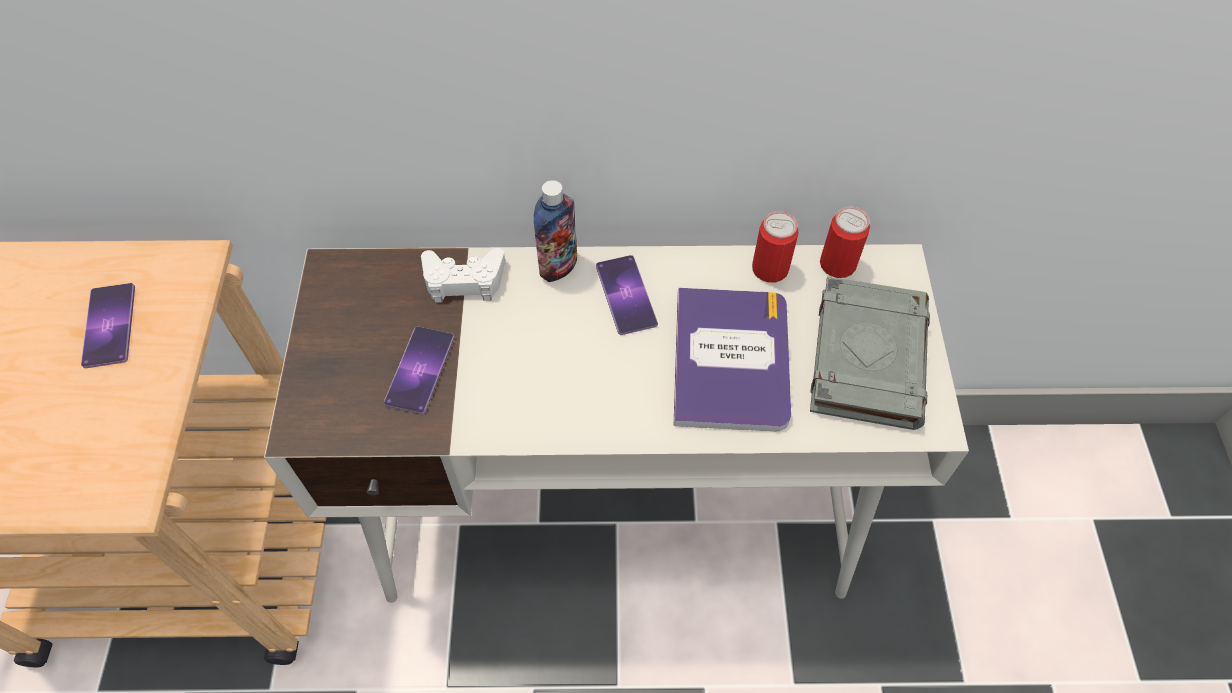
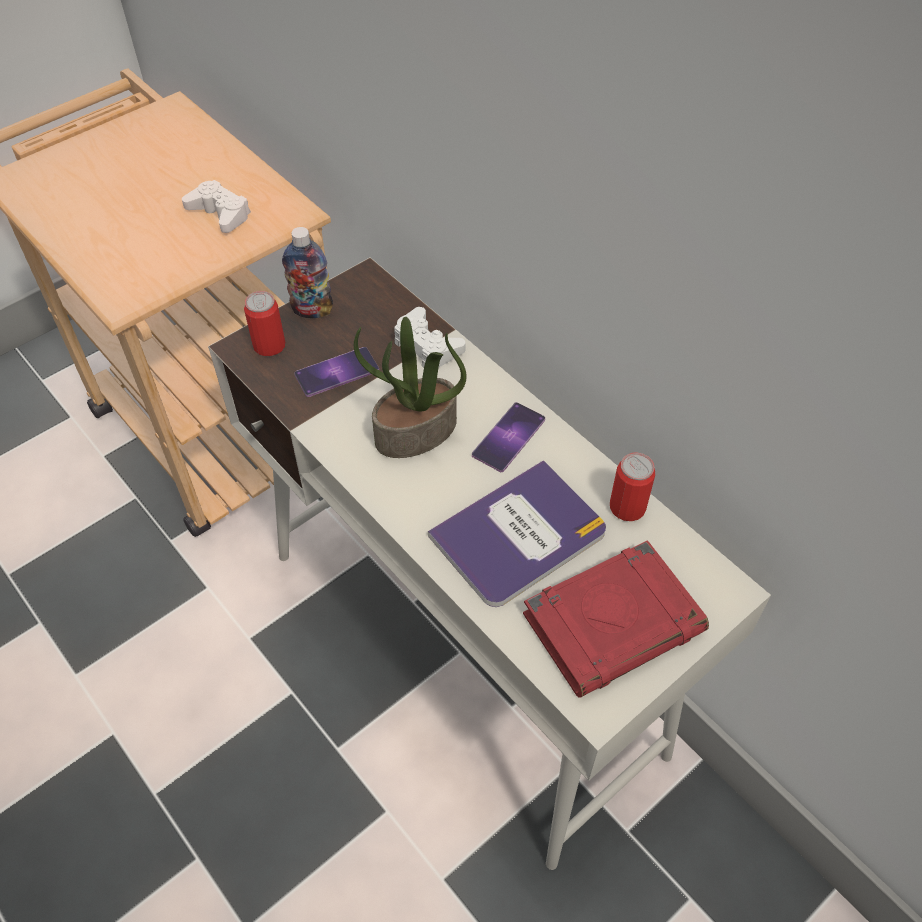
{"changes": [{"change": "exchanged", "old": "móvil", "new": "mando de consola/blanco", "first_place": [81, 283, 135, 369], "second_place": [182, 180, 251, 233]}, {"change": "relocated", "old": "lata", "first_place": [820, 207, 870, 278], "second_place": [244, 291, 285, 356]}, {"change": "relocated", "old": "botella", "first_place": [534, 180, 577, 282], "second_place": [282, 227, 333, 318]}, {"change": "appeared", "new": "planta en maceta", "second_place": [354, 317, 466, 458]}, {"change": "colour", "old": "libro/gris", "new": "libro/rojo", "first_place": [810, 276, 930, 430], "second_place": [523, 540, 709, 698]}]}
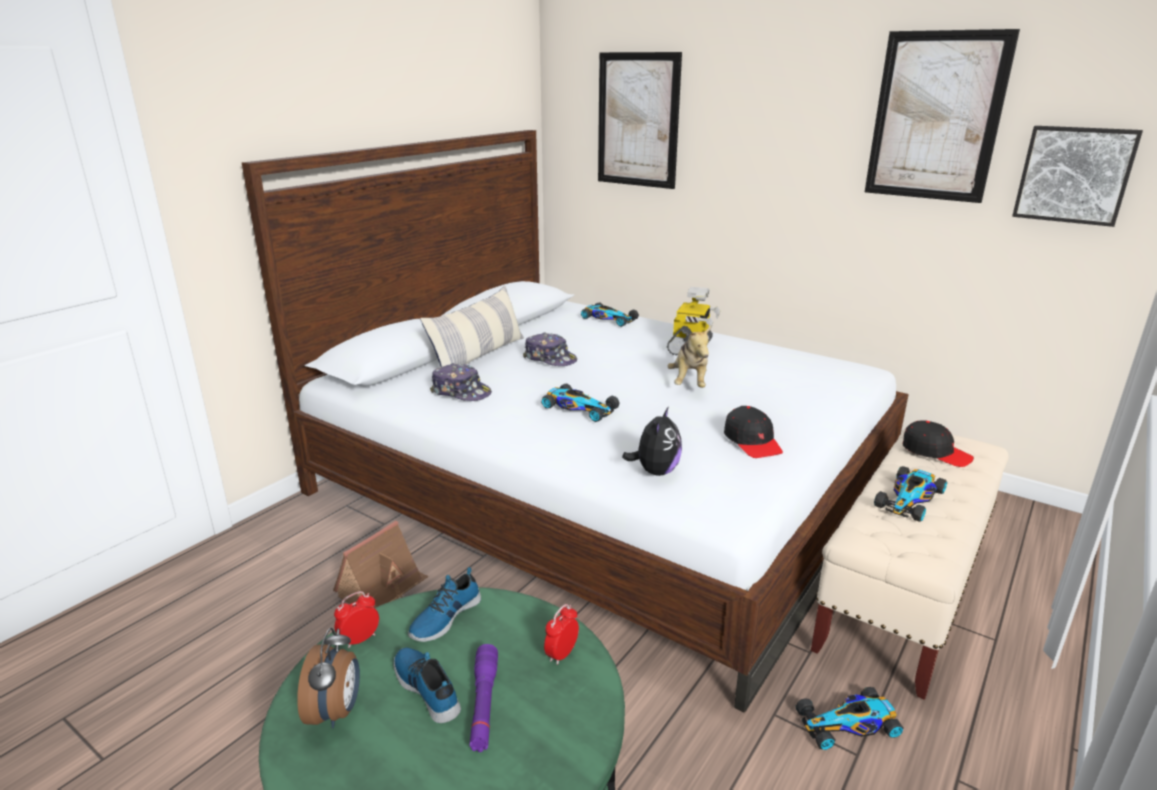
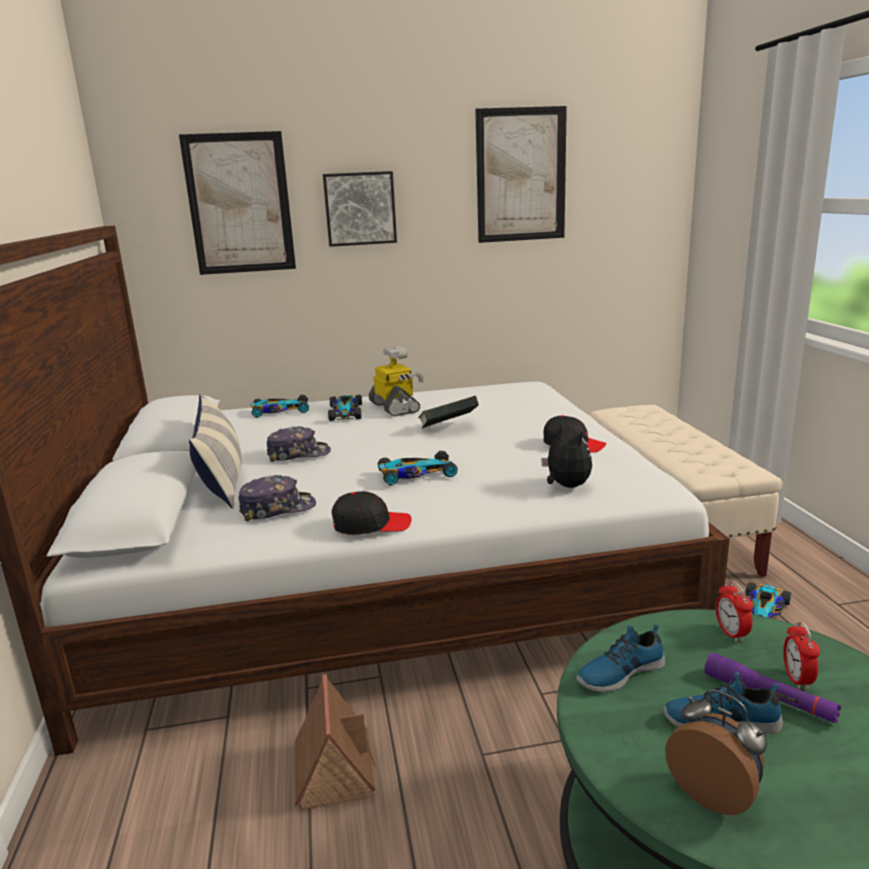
{"changes": [{"change": "relocated", "old": "cuadro", "first_place": [1012, 126, 1143, 227], "second_place": [323, 171, 397, 247]}, {"change": "relocated", "old": "coche de juguete", "first_place": [874, 466, 947, 522], "second_place": [328, 395, 362, 421]}, {"change": "relocated", "old": "gorra/negro", "first_place": [903, 420, 974, 467], "second_place": [332, 491, 412, 535]}, {"change": "exchanged", "old": "peluche", "new": "libro", "first_place": [668, 326, 711, 388], "second_place": [418, 396, 479, 428]}, {"change": "spun", "old": "zapato", "first_place": [408, 567, 481, 642], "second_place": [577, 624, 665, 692], "degrees": 75}, {"change": "relocated", "old": "despertador", "first_place": [334, 591, 379, 648], "second_place": [783, 621, 820, 690]}]}
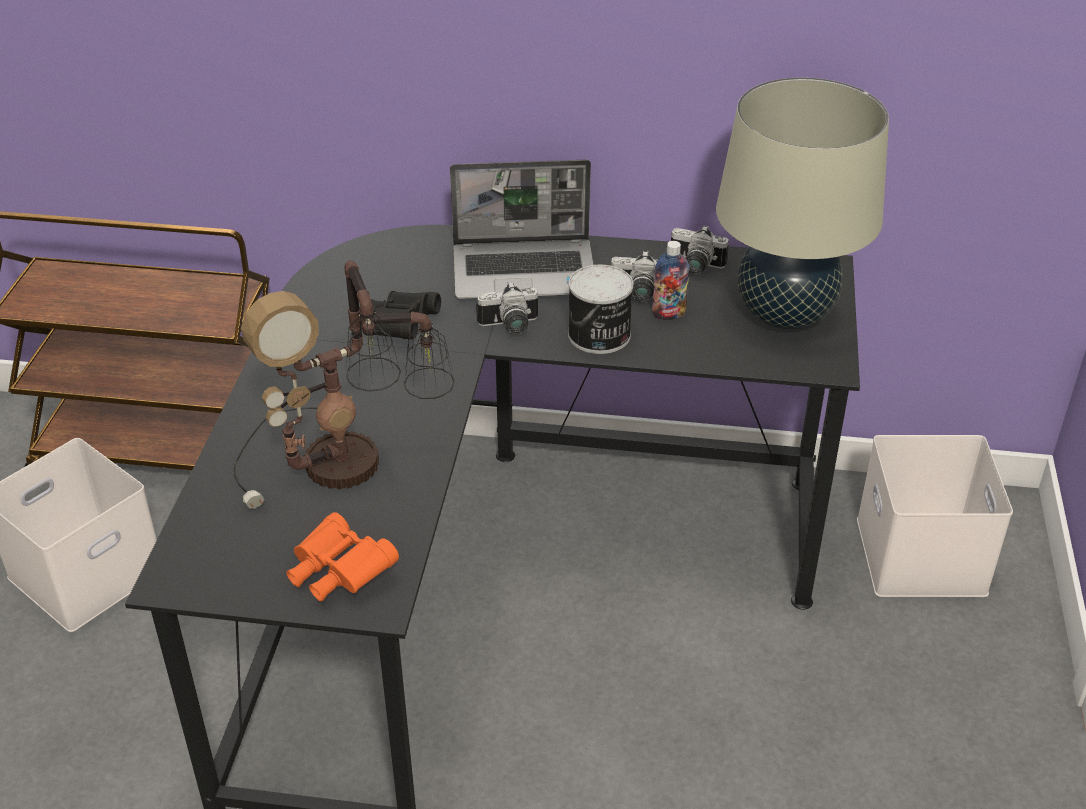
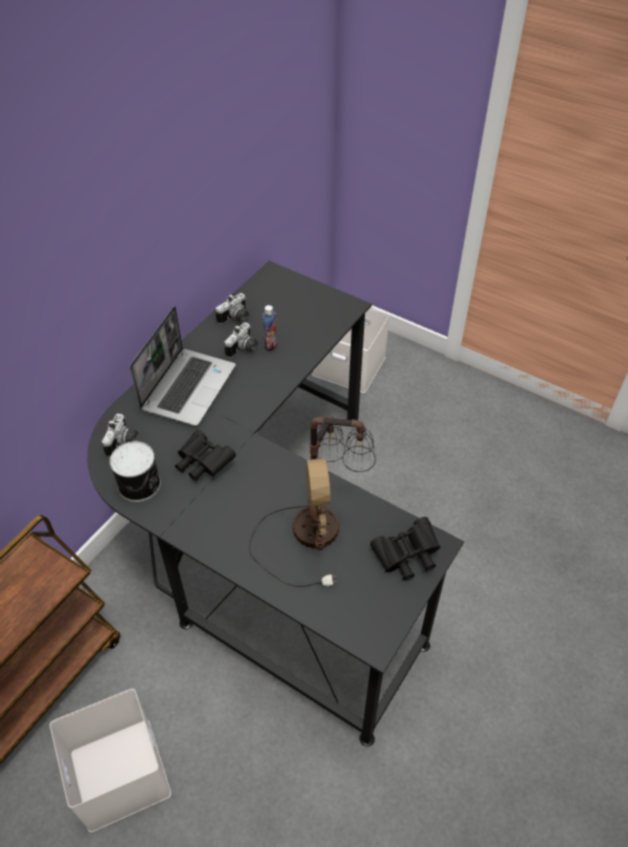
{"changes": [{"change": "relocated", "old": "cámara", "first_place": [476, 282, 538, 335], "second_place": [102, 414, 138, 457]}, {"change": "relocated", "old": "lata", "first_place": [568, 265, 633, 354], "second_place": [110, 441, 161, 502]}, {"change": "colour", "old": "prismáticos/naranja", "new": "prismáticos/negro", "first_place": [286, 512, 399, 602], "second_place": [370, 517, 440, 581]}, {"change": "missing", "old": "lámpara de mesa/beis", "first_place": [716, 78, 889, 329]}]}
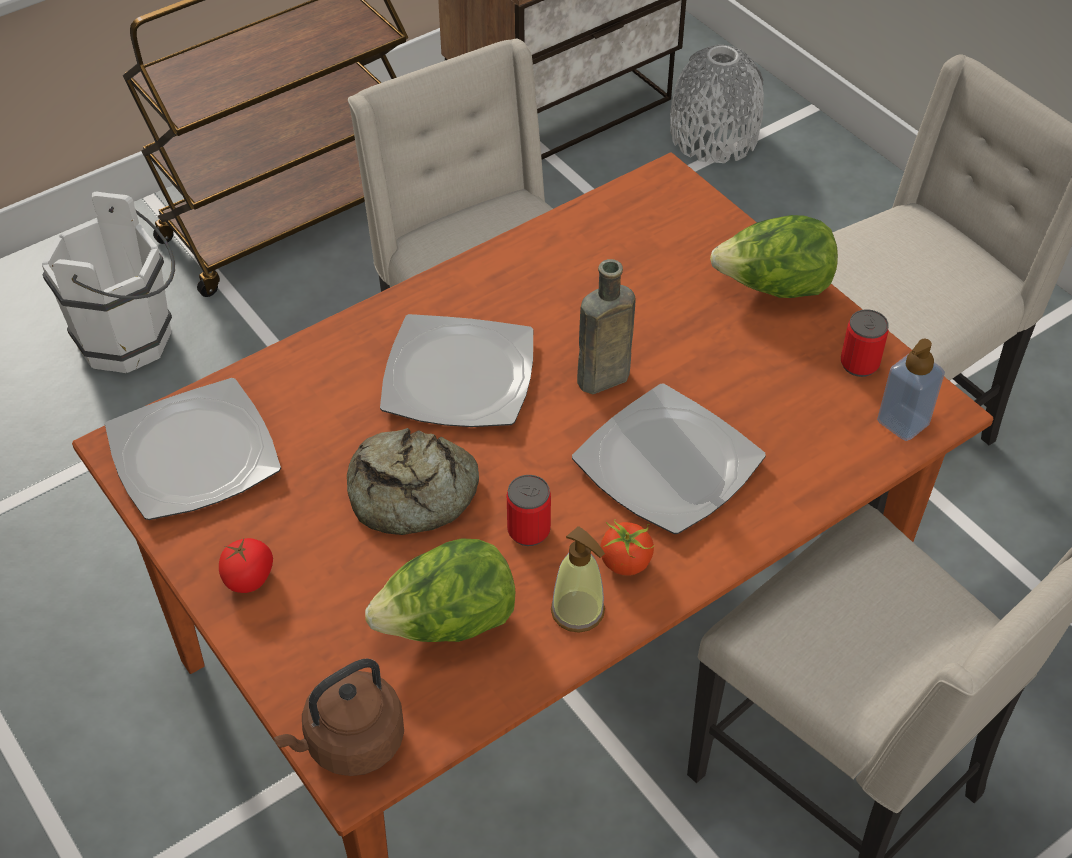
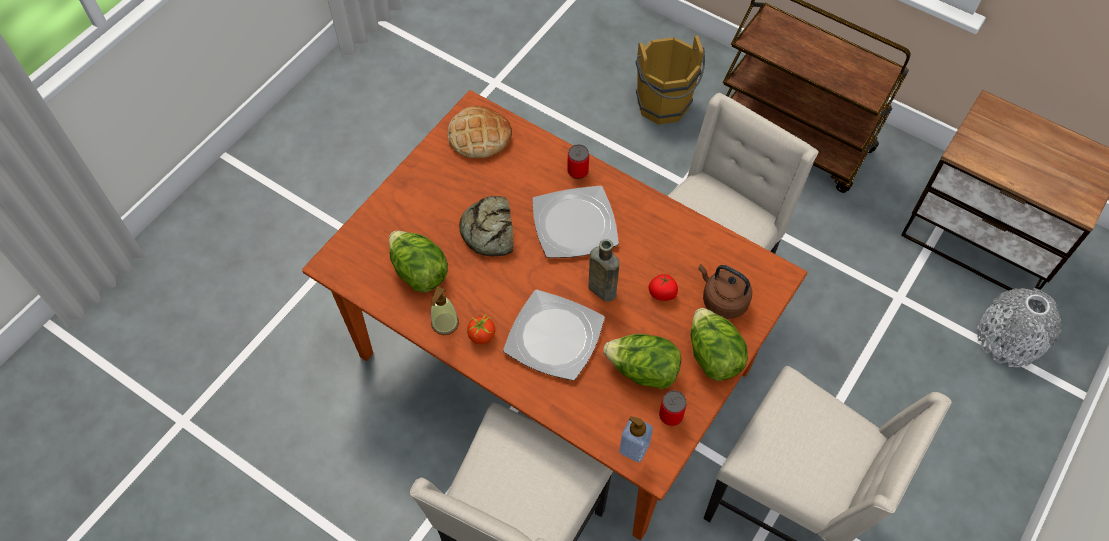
{"changes": [{"change": "exchanged", "old": "plato", "new": "pan", "first_place": [105, 378, 281, 520], "second_place": [448, 106, 512, 158]}, {"change": "relocated", "old": "lata", "first_place": [507, 475, 551, 546], "second_place": [567, 144, 589, 179]}, {"change": "appeared", "new": "lechuga", "second_place": [603, 334, 681, 389]}, {"change": "colour", "old": "cubo/blanco", "new": "cubo/marrón", "first_place": [42, 191, 175, 373], "second_place": [636, 35, 705, 125]}, {"change": "relocated", "old": "tomate", "first_place": [219, 538, 273, 593], "second_place": [648, 273, 678, 301]}, {"change": "relocated", "old": "hervidor/marrón", "first_place": [273, 658, 404, 776], "second_place": [698, 264, 752, 319]}]}
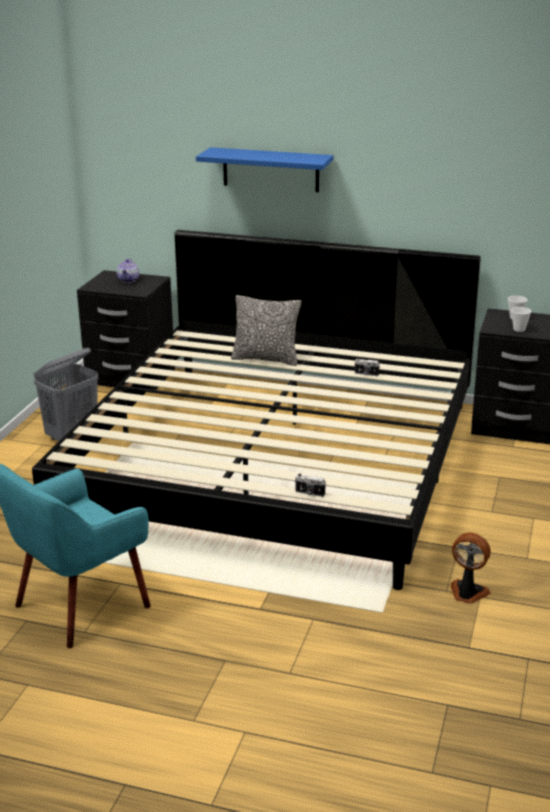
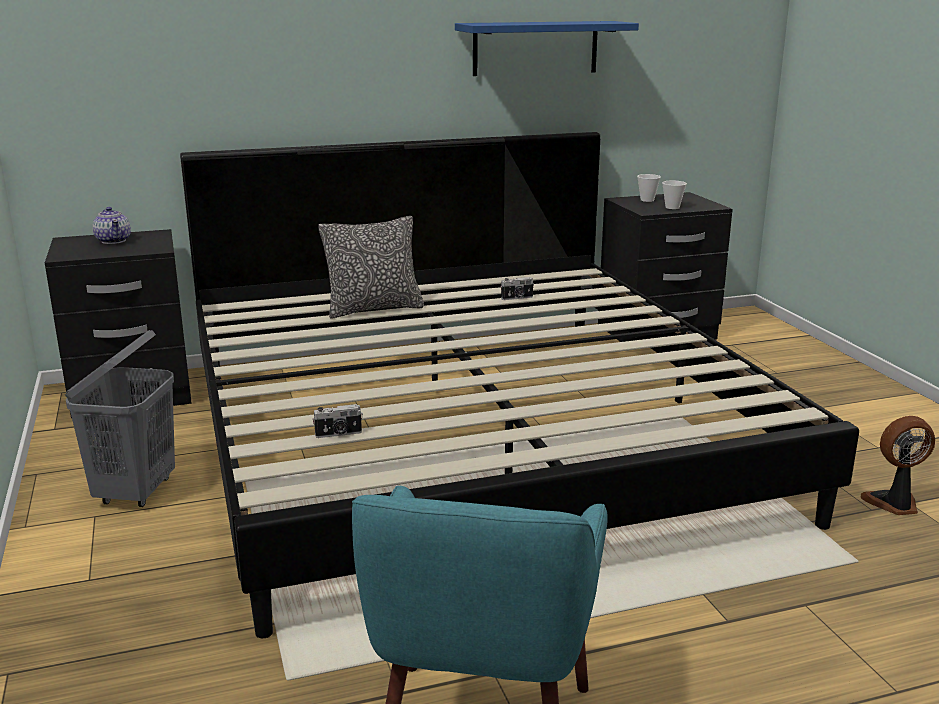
{"changes": [{"change": "relocated", "old": "cámara", "first_place": [295, 474, 326, 497], "second_place": [312, 404, 363, 438]}, {"change": "relocated", "old": "estante/azul", "first_place": [196, 147, 333, 192], "second_place": [455, 21, 639, 76]}]}
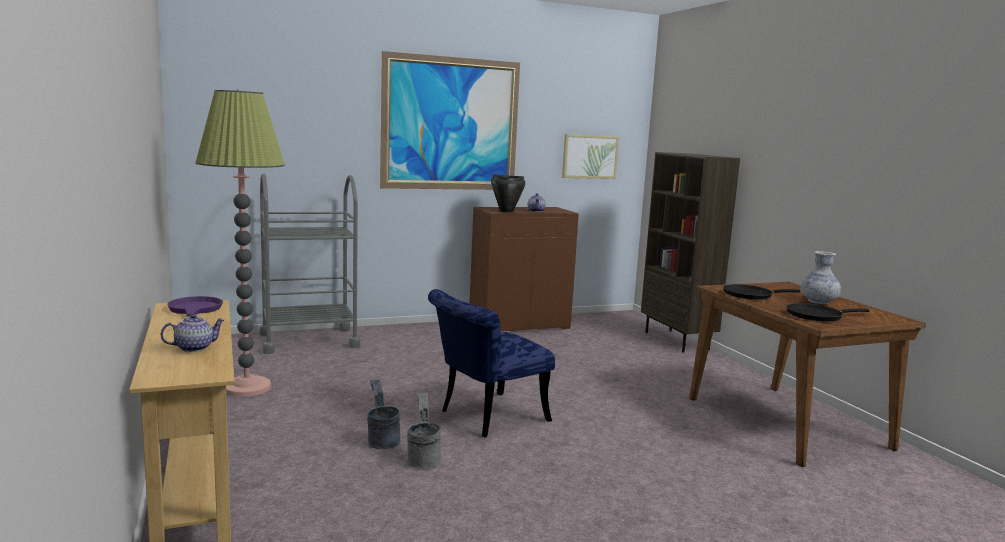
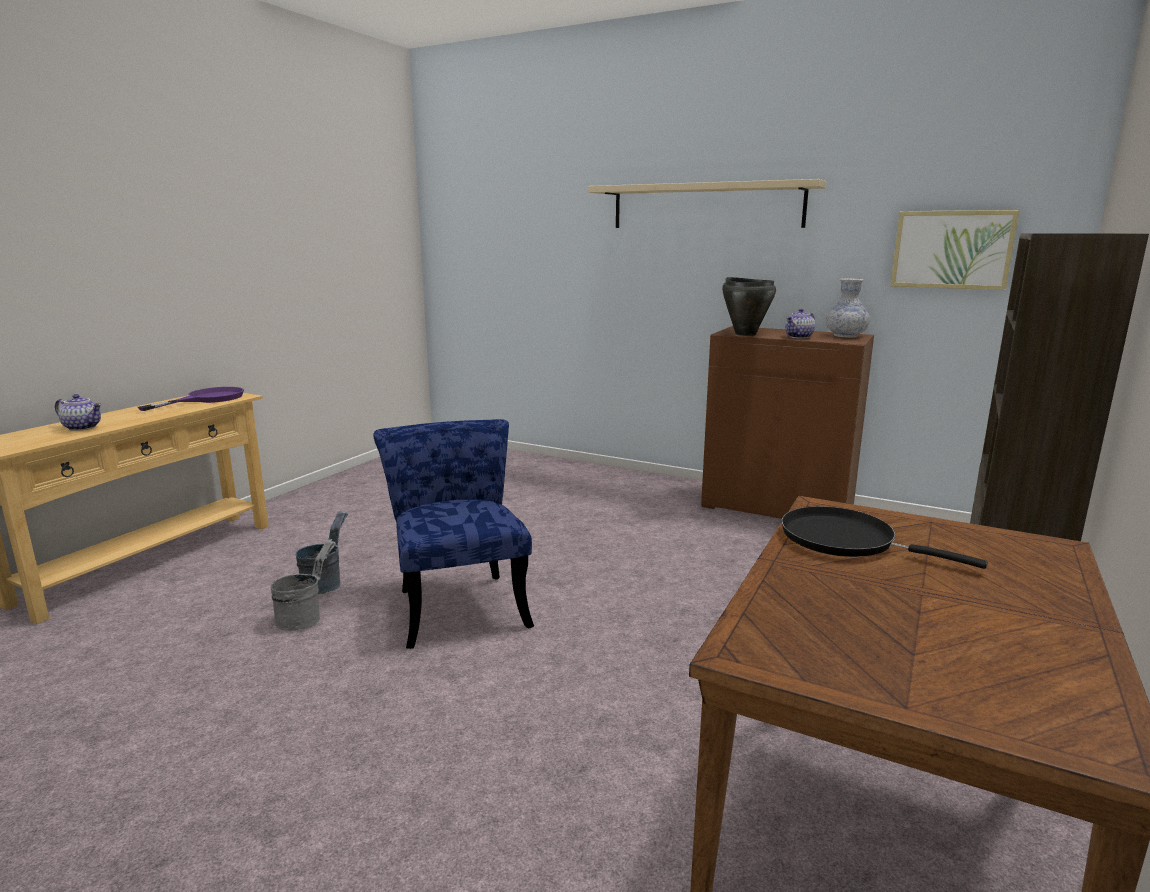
{"changes": [{"change": "spun", "old": "silla/azul", "first_place": [428, 289, 555, 437], "second_place": [373, 419, 534, 649], "degrees": 60}, {"change": "exchanged", "old": "cuadro", "new": "estante/beis", "first_place": [380, 51, 520, 190], "second_place": [588, 179, 826, 228]}, {"change": "relocated", "old": "florero", "first_place": [801, 251, 841, 304], "second_place": [826, 279, 870, 338]}, {"change": "missing", "old": "lámpara de pie", "first_place": [195, 90, 285, 397]}, {"change": "missing", "old": "carrito/gris", "first_place": [259, 173, 360, 354]}, {"change": "missing", "old": "sartén/negro", "first_place": [786, 303, 870, 321]}]}
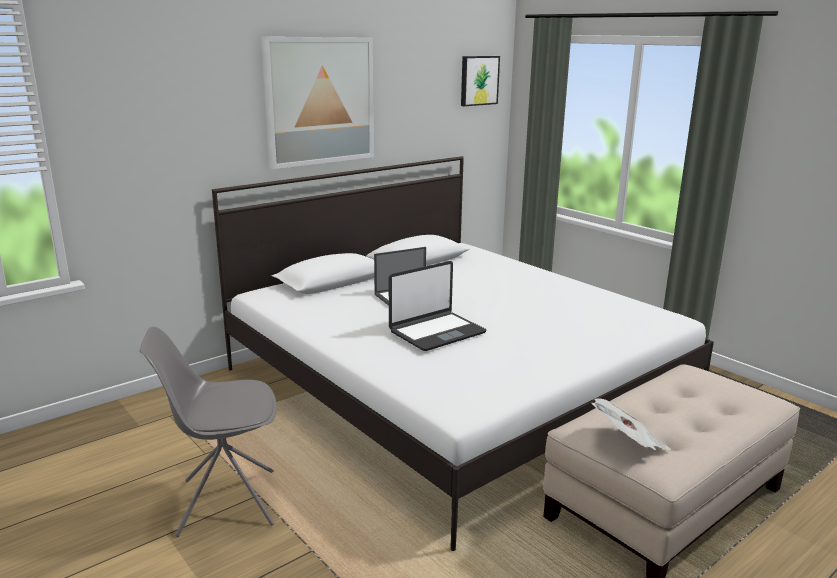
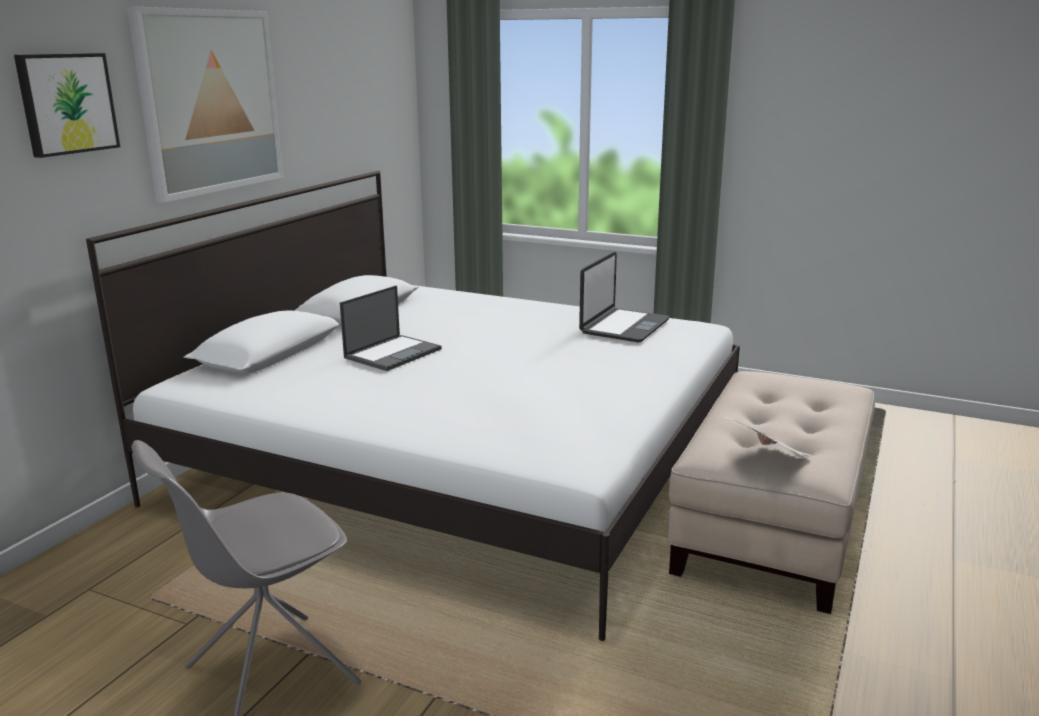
{"changes": [{"change": "relocated", "old": "cuadro", "first_place": [461, 56, 500, 106], "second_place": [14, 53, 120, 158]}, {"change": "relocated", "old": "portátil", "first_place": [389, 261, 486, 351], "second_place": [579, 252, 670, 342]}]}
